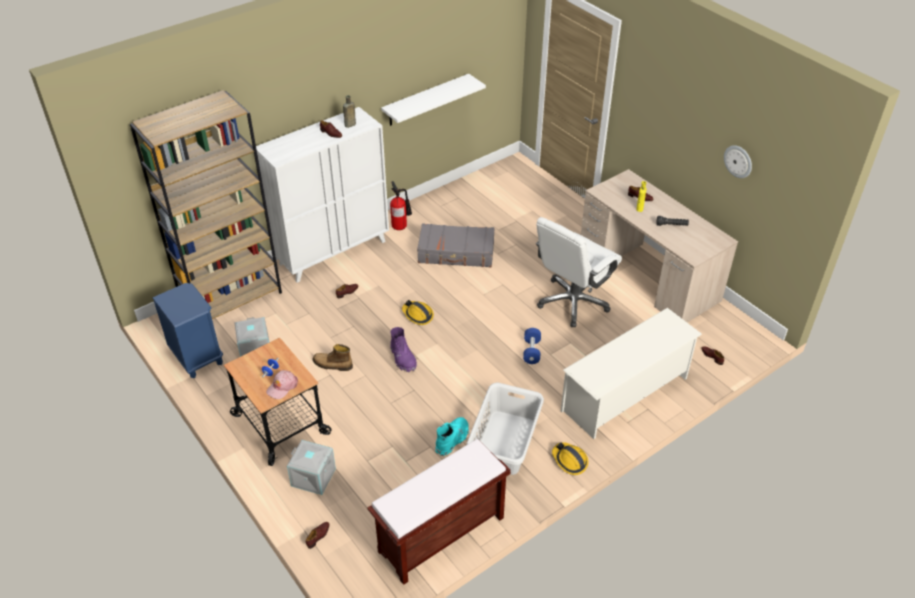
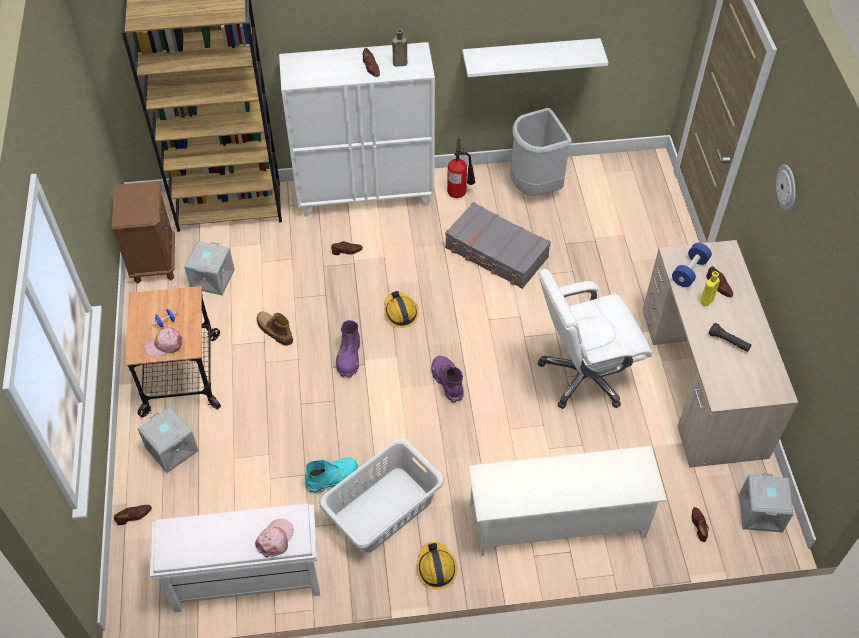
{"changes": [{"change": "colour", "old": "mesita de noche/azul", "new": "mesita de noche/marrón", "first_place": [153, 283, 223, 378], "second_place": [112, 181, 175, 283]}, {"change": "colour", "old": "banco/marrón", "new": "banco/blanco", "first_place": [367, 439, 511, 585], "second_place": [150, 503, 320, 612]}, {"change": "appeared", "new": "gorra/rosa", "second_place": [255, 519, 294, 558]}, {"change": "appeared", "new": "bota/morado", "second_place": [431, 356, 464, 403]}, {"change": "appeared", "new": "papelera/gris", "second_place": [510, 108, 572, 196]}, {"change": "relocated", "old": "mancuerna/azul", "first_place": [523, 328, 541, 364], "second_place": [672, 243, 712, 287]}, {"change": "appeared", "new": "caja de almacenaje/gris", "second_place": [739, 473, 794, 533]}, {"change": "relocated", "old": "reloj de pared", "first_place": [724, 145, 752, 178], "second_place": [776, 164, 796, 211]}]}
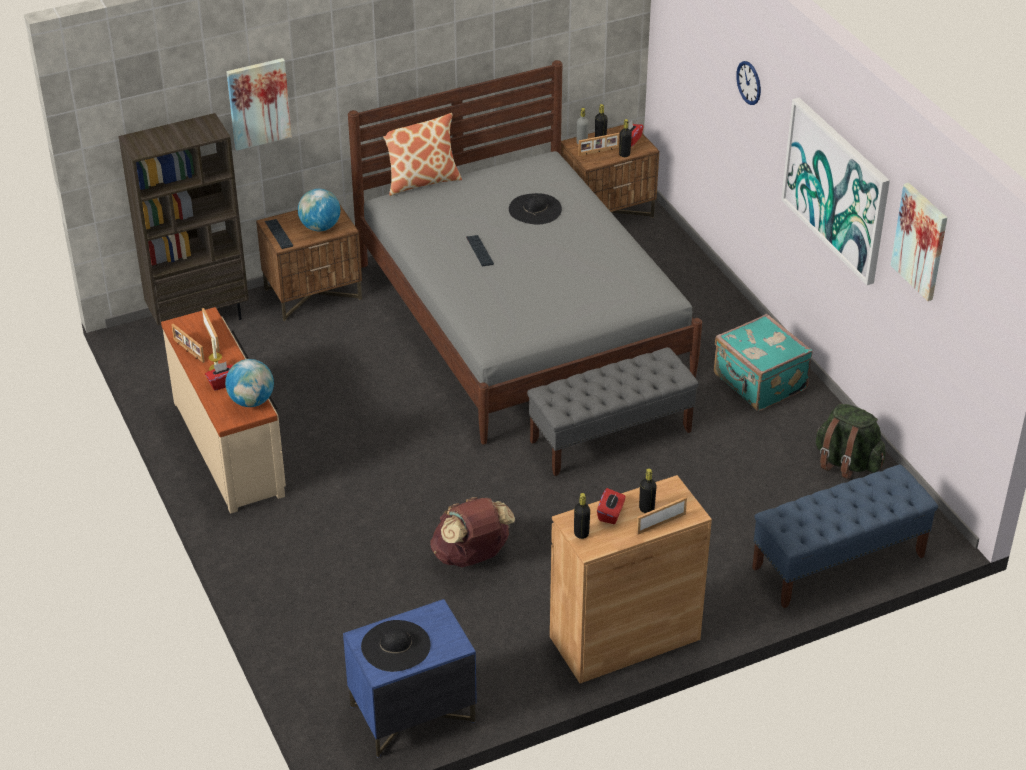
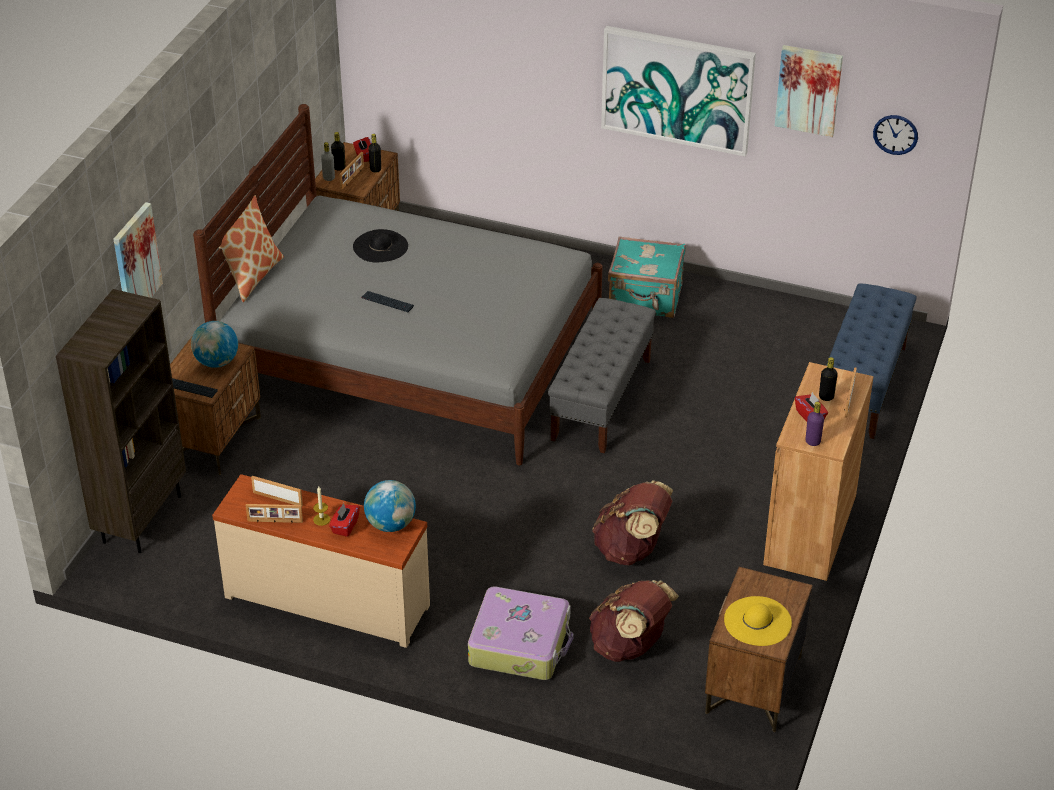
{"changes": [{"change": "appeared", "new": "maleta", "second_place": [468, 586, 574, 680]}, {"change": "appeared", "new": "mochila/marrón", "second_place": [589, 580, 679, 662]}, {"change": "colour", "old": "mesita de noche/azul", "new": "mesita de noche/marrón", "first_place": [343, 599, 477, 758], "second_place": [705, 567, 813, 732]}, {"change": "colour", "old": "sombrero/negro", "new": "sombrero/amarillo", "first_place": [361, 620, 431, 672], "second_place": [724, 596, 792, 646]}, {"change": "colour", "old": "botella/negro", "new": "botella/morado", "first_place": [574, 493, 590, 539], "second_place": [805, 402, 824, 446]}, {"change": "relocated", "old": "reloj de pared", "first_place": [736, 61, 761, 105], "second_place": [873, 115, 918, 155]}, {"change": "missing", "old": "mochila/verde", "first_place": [816, 404, 886, 479]}]}
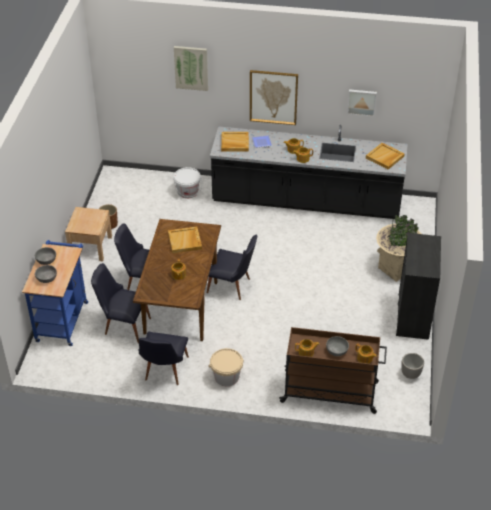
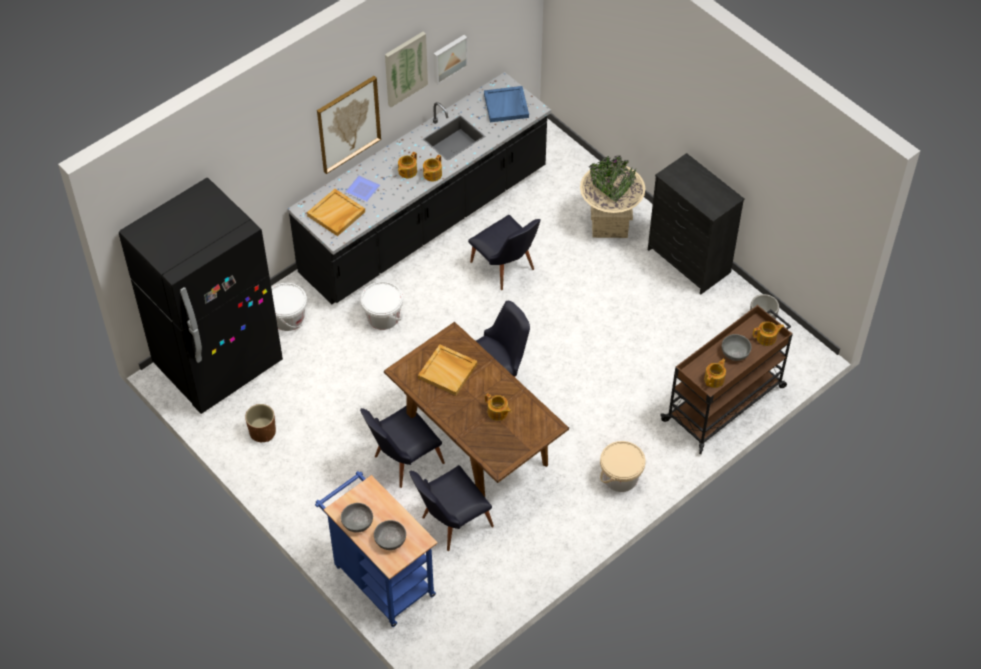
{"changes": [{"change": "appeared", "new": "nevera/negro", "second_place": [119, 178, 283, 414]}, {"change": "appeared", "new": "cubo/blanco", "second_place": [361, 282, 403, 330]}, {"change": "relocated", "old": "cuadro", "first_place": [174, 46, 208, 91], "second_place": [385, 32, 428, 107]}, {"change": "relocated", "old": "silla/negro", "first_place": [138, 331, 189, 385], "second_place": [468, 215, 541, 290]}, {"change": "colour", "old": "bandeja/beis", "new": "bandeja/azul", "first_place": [366, 143, 405, 170], "second_place": [484, 86, 529, 122]}, {"change": "missing", "old": "mesita de noche/beis", "first_place": [65, 207, 112, 261]}]}
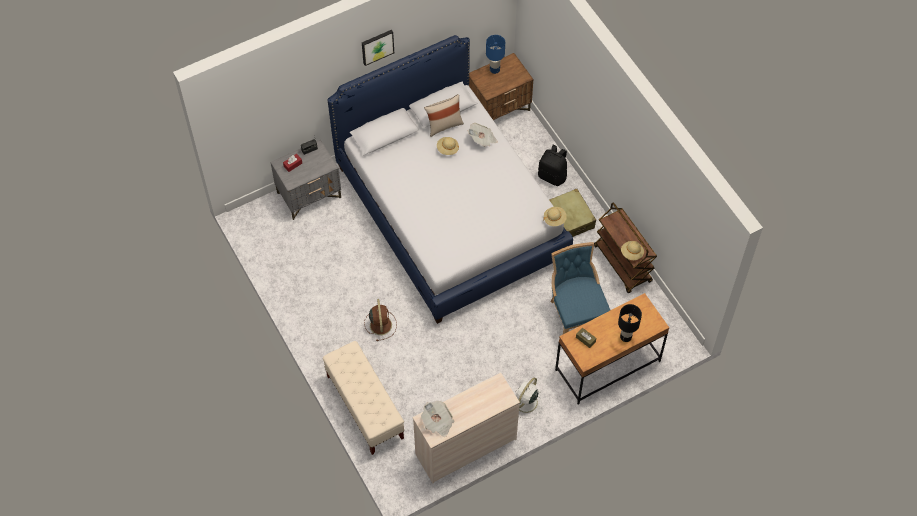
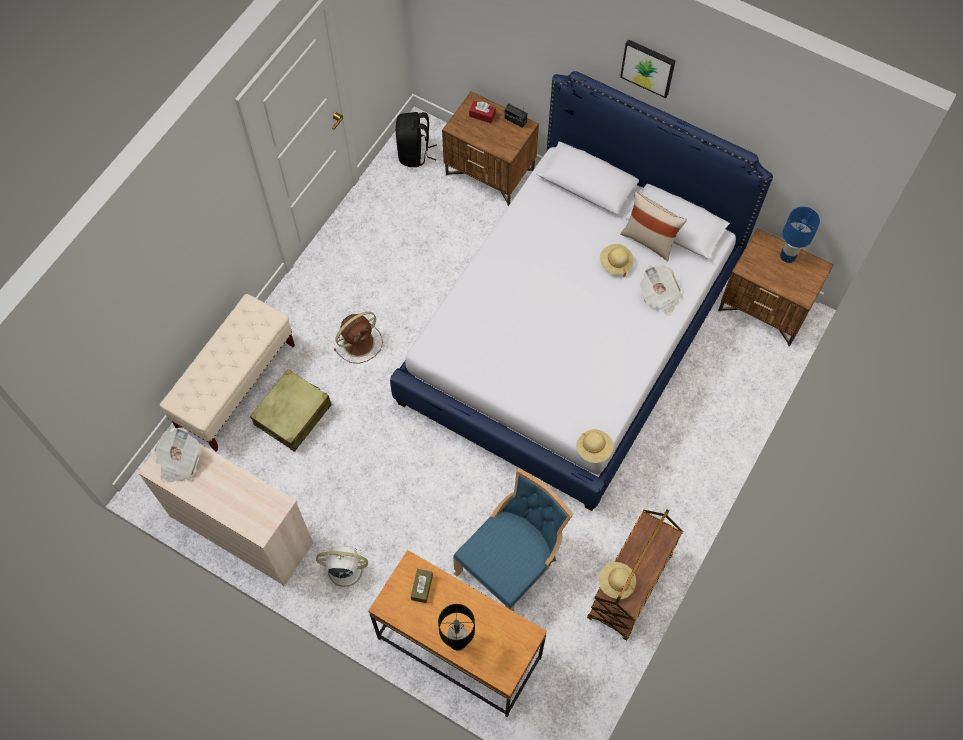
{"changes": [{"change": "relocated", "old": "maleta/beis", "first_place": [549, 189, 596, 237], "second_place": [250, 369, 332, 452]}, {"change": "relocated", "old": "mochila/negro", "first_place": [538, 145, 567, 186], "second_place": [396, 112, 437, 167]}, {"change": "colour", "old": "mesita de noche/gris", "new": "mesita de noche/marrón", "first_place": [270, 140, 341, 220], "second_place": [442, 91, 539, 206]}]}
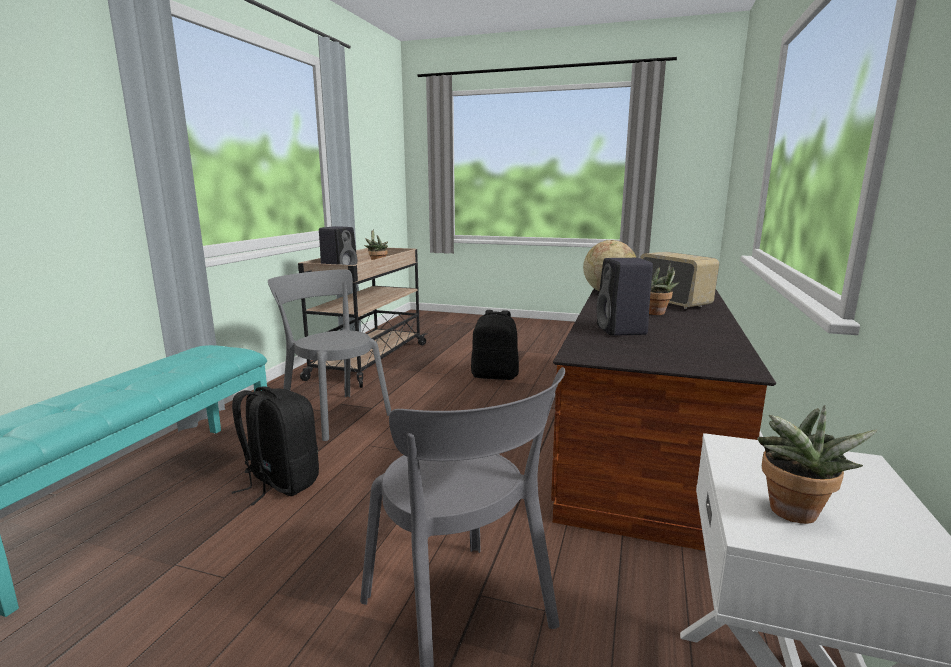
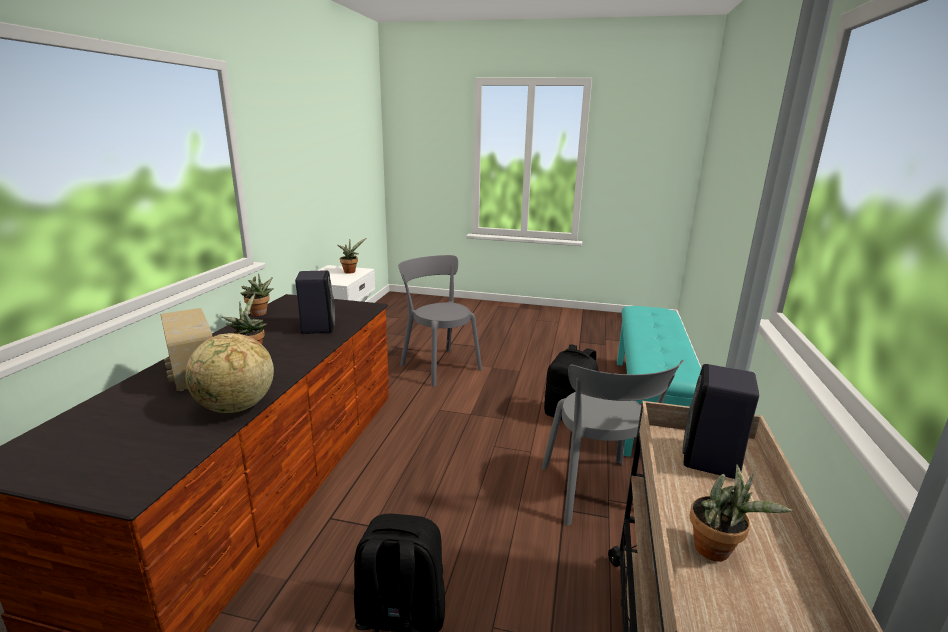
{"changes": [{"change": "appeared", "new": "planta en maceta", "second_place": [240, 274, 274, 316]}, {"change": "spun", "old": "silla/gris", "first_place": [268, 269, 391, 441], "second_place": [542, 360, 684, 526], "degrees": 45}]}
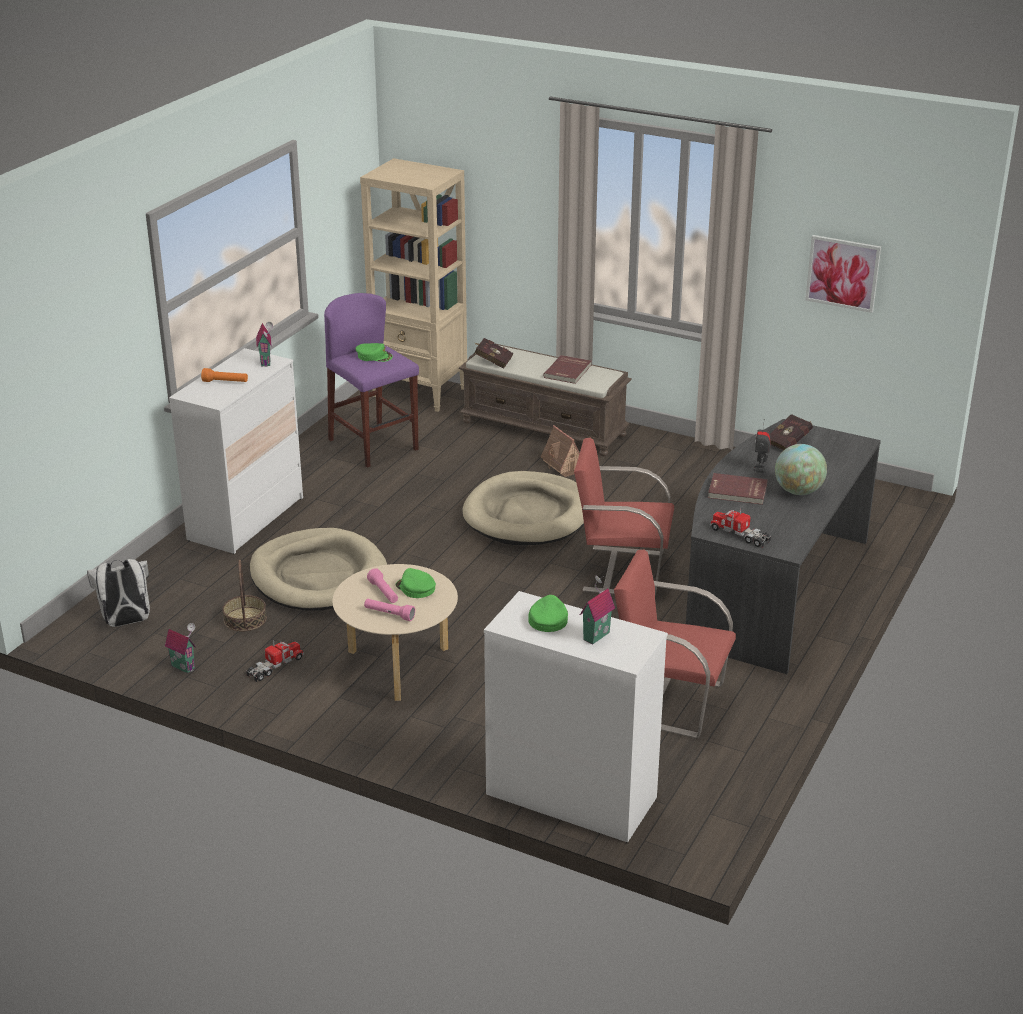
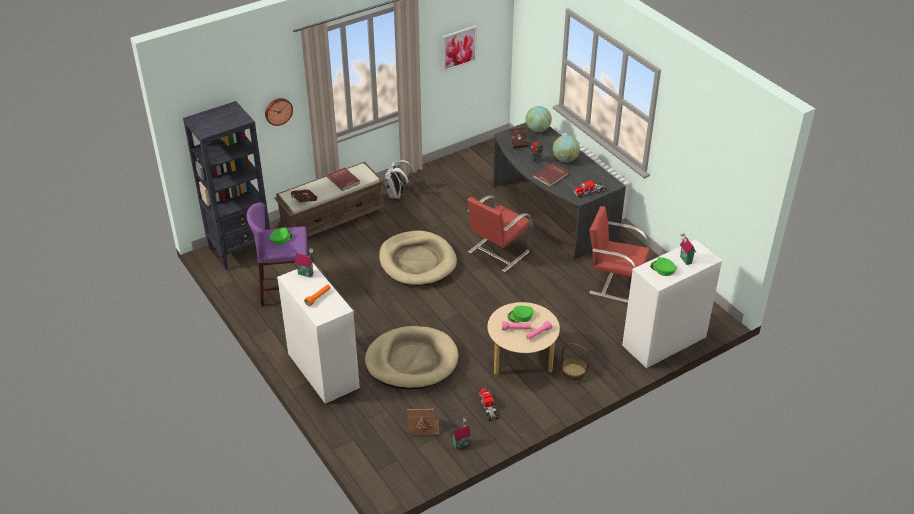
{"changes": [{"change": "colour", "old": "estantería/beis", "new": "estantería/negro", "first_place": [360, 158, 467, 412], "second_place": [183, 101, 270, 270]}, {"change": "appeared", "new": "reloj de pared", "second_place": [265, 98, 293, 126]}, {"change": "relocated", "old": "mochila/blanco", "first_place": [87, 559, 150, 627], "second_place": [384, 160, 414, 199]}, {"change": "relocated", "old": "casita", "first_place": [541, 425, 580, 477], "second_place": [407, 409, 439, 437]}, {"change": "appeared", "new": "globo terráqueo", "second_place": [526, 106, 552, 132]}, {"change": "relocated", "old": "cesta", "first_place": [222, 560, 267, 632], "second_place": [561, 343, 589, 382]}, {"change": "spun", "old": "silla/rojo", "first_place": [614, 550, 736, 738], "second_place": [589, 206, 650, 303], "degrees": 60}]}
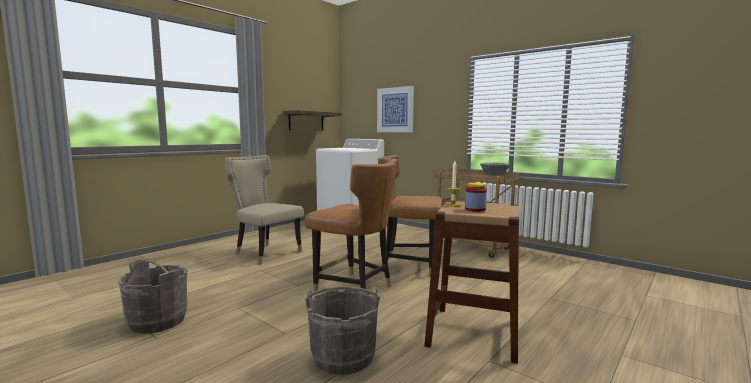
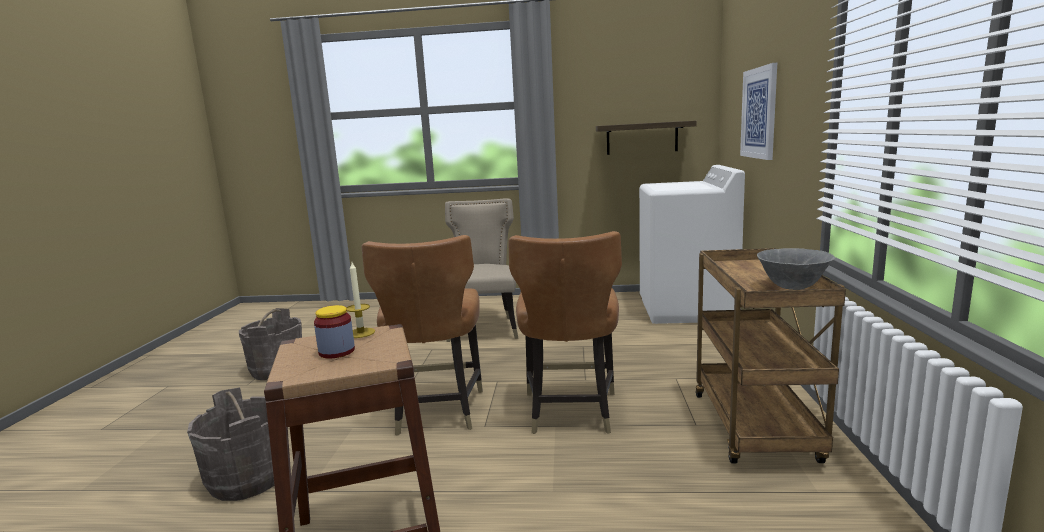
{"changes": [{"change": "spun", "old": "silla/marrón", "first_place": [378, 155, 442, 277], "second_place": [508, 231, 622, 434], "degrees": -150}]}
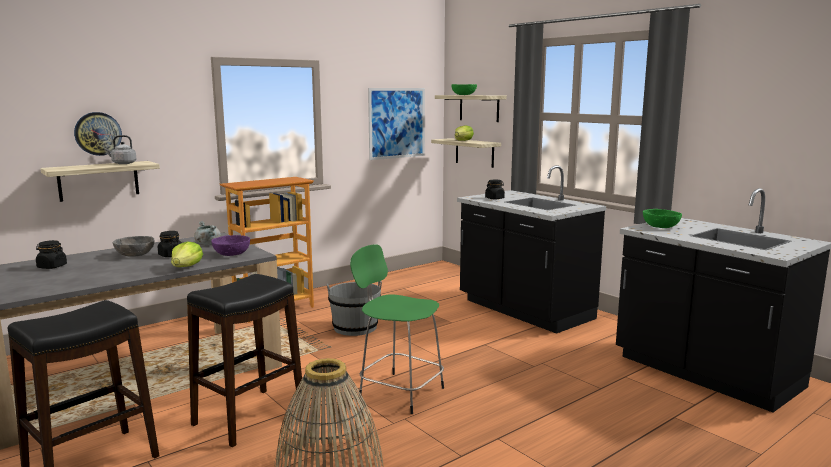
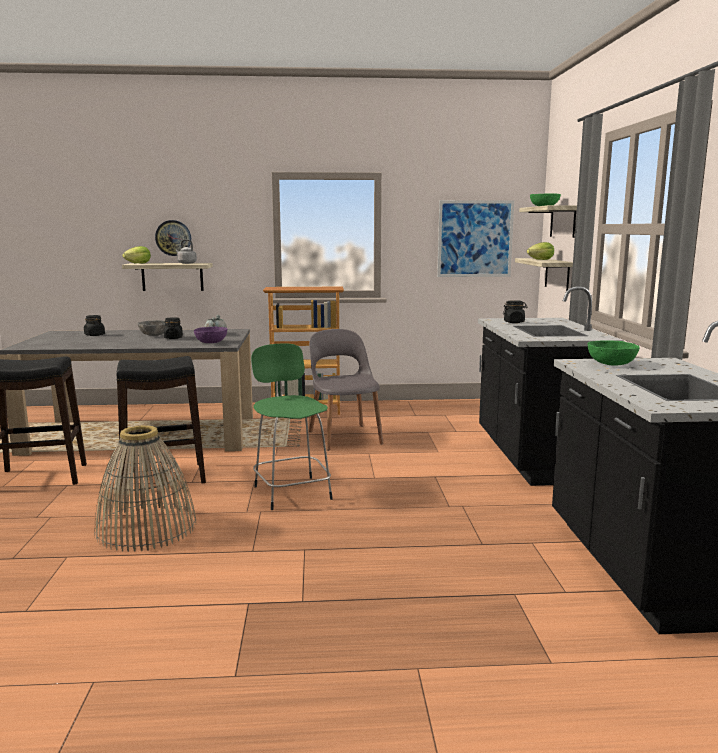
{"changes": [{"change": "relocated", "old": "lechuga", "first_place": [171, 242, 203, 267], "second_place": [122, 246, 151, 264]}, {"change": "exchanged", "old": "cubo/gris", "new": "silla/gris", "first_place": [327, 281, 382, 336], "second_place": [309, 329, 383, 451]}]}
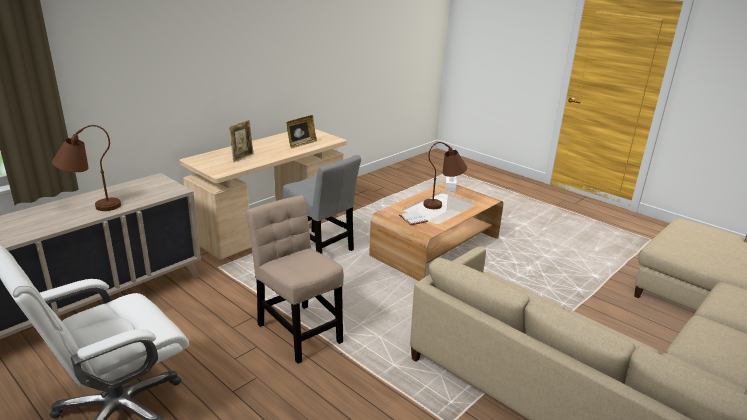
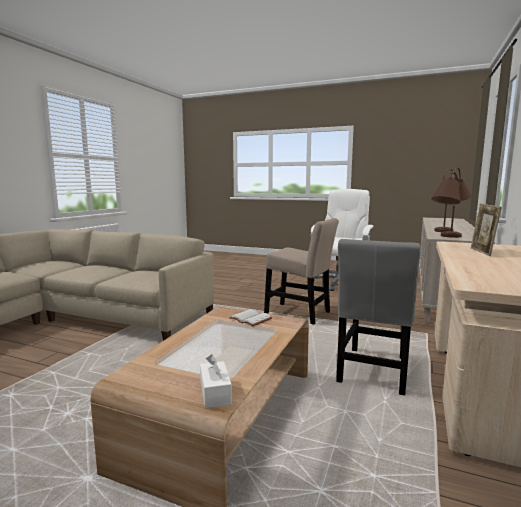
{"changes": [{"change": "spun", "old": "silla/gris", "first_place": [283, 155, 361, 254], "second_place": [336, 239, 421, 395], "degrees": -90}, {"change": "relocated", "old": "lámpara de mesa/marrón", "first_place": [423, 142, 467, 209], "second_place": [432, 167, 462, 238]}, {"change": "missing", "old": "portarretratos", "first_place": [286, 115, 317, 148]}]}
